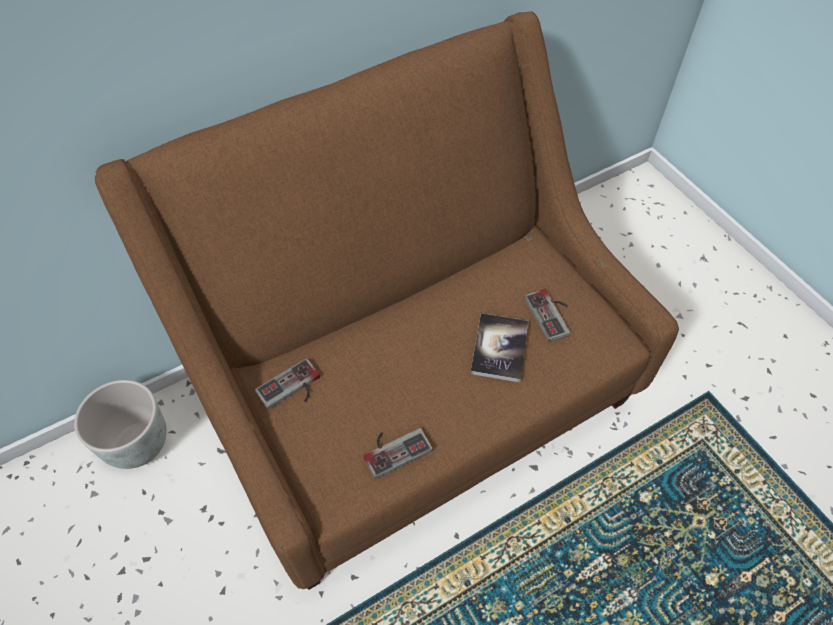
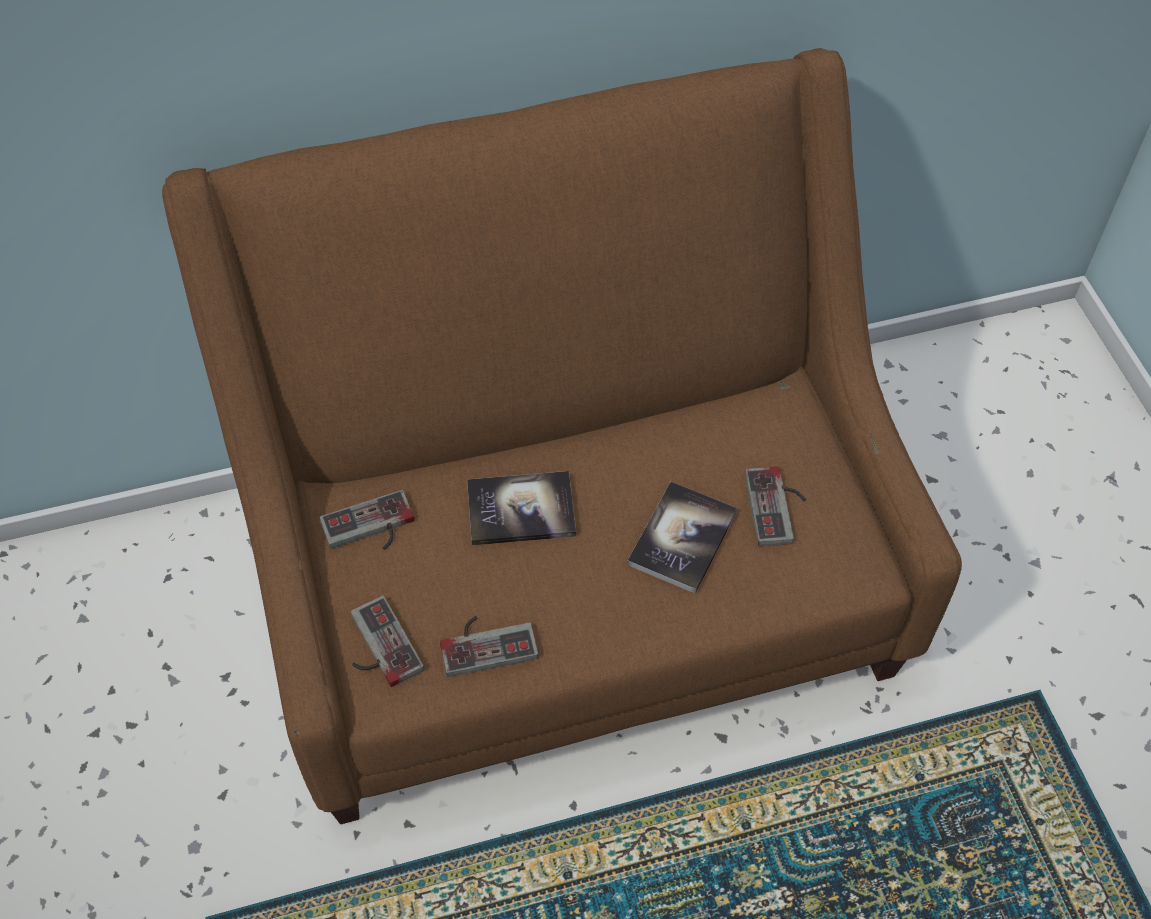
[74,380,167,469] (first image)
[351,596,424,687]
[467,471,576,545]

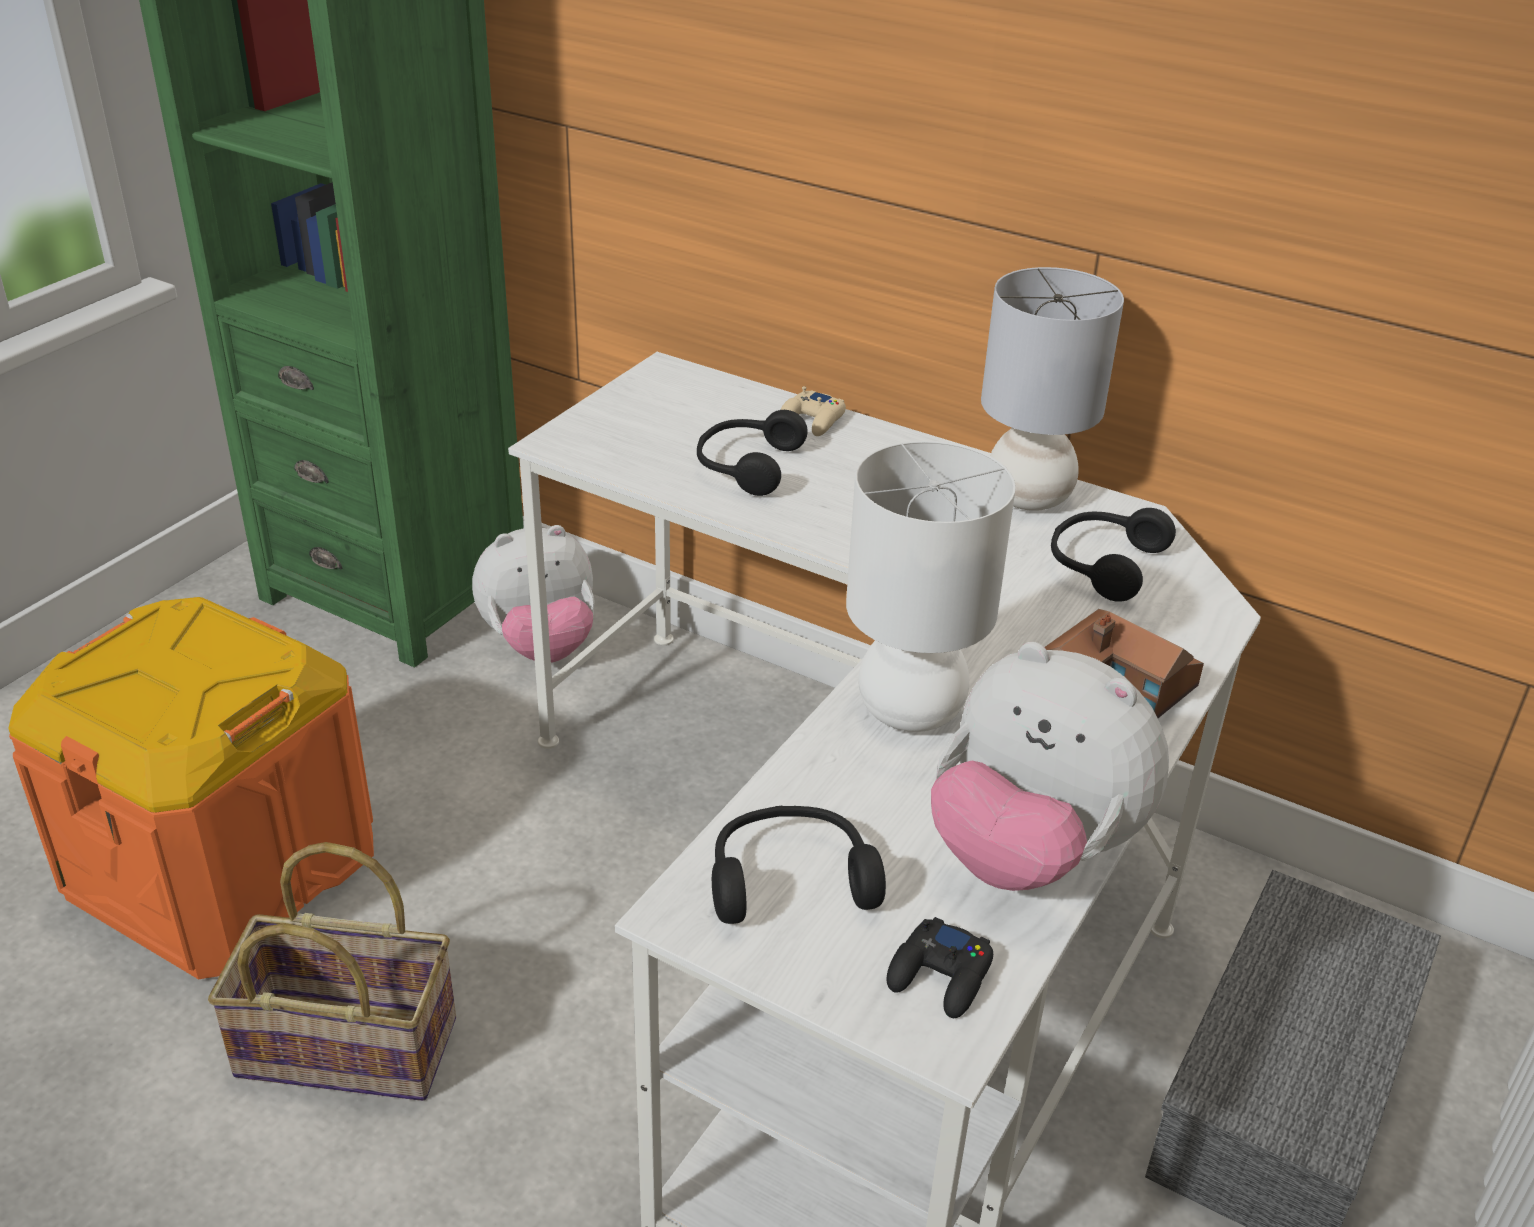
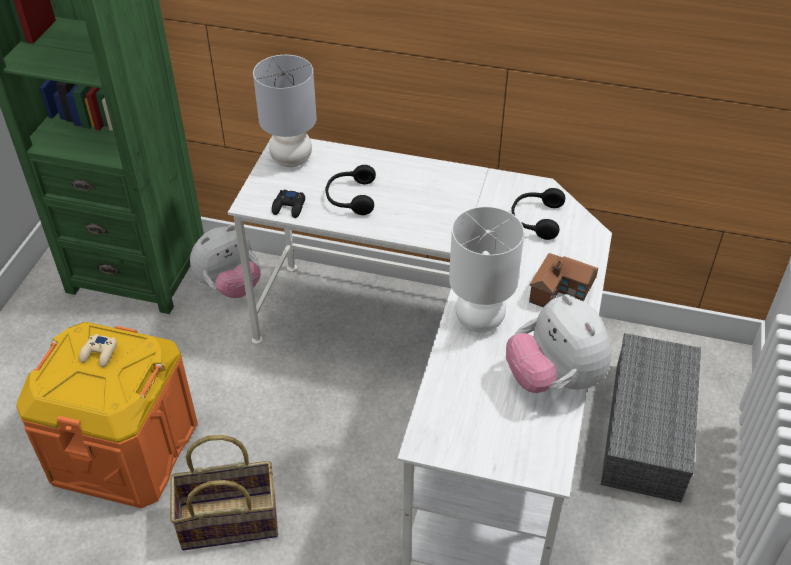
[712,806,886,924] (first image)
[79,334,117,367]
[272,190,305,218]
[506,294,612,393]
[253,55,317,167]

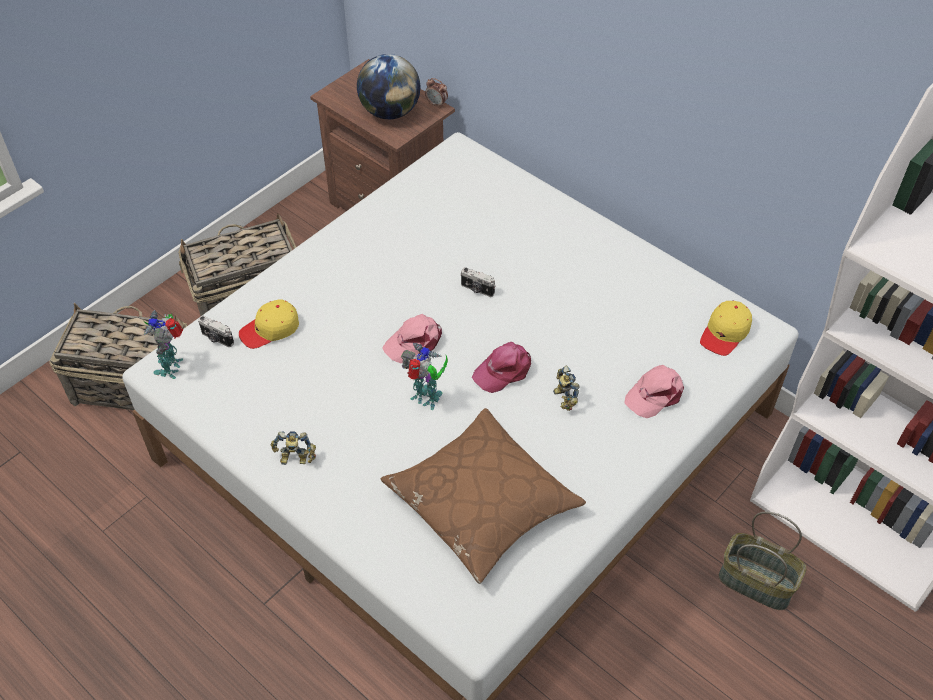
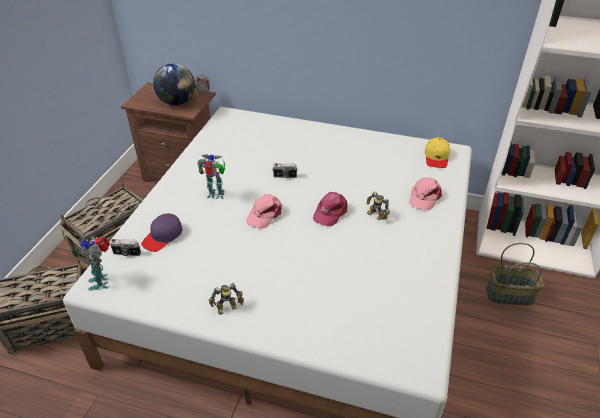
[141,213,182,252]
[381,408,586,584] (first image)
[197,154,225,199]

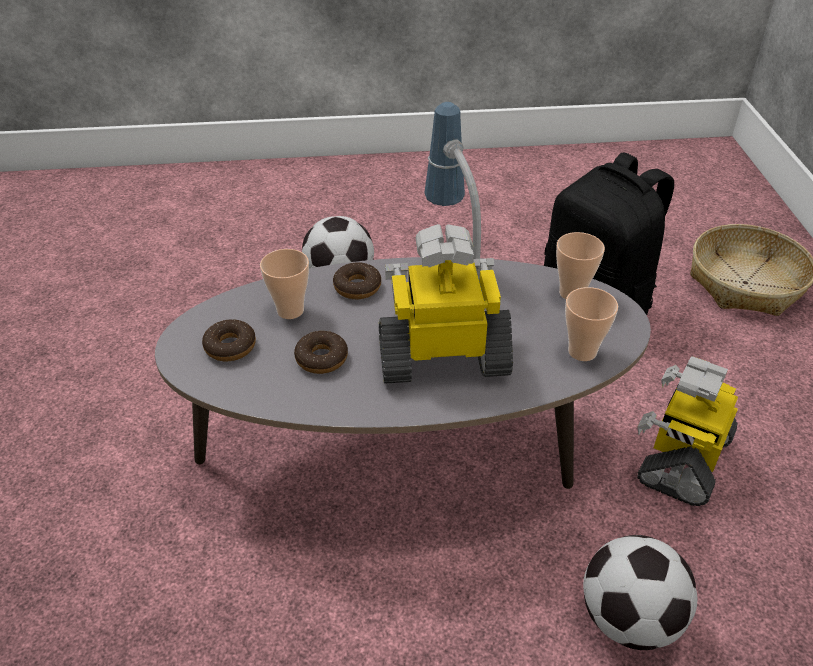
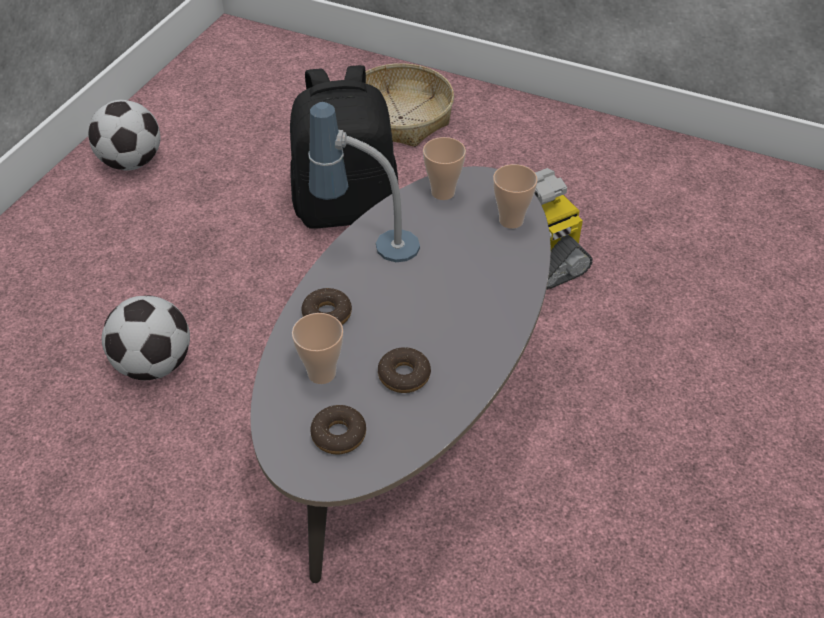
[379,224,513,384] (first image)
[88,100,161,171]

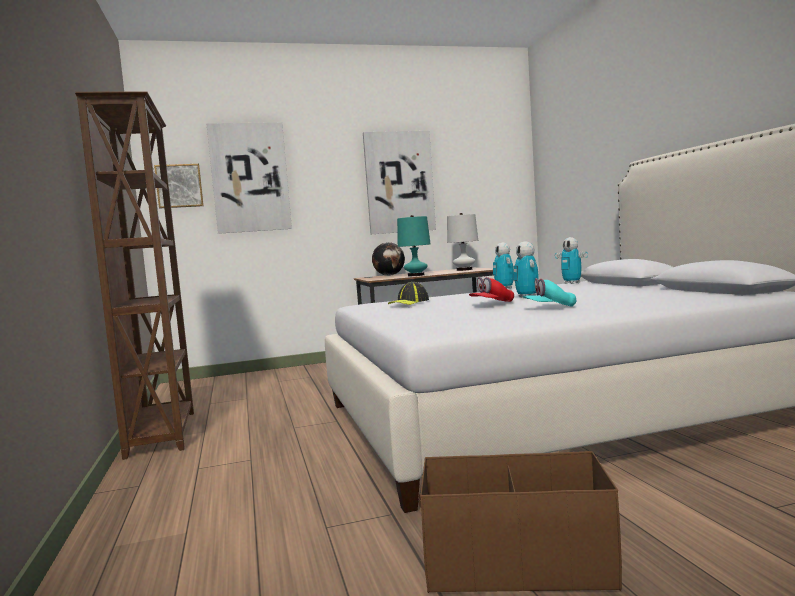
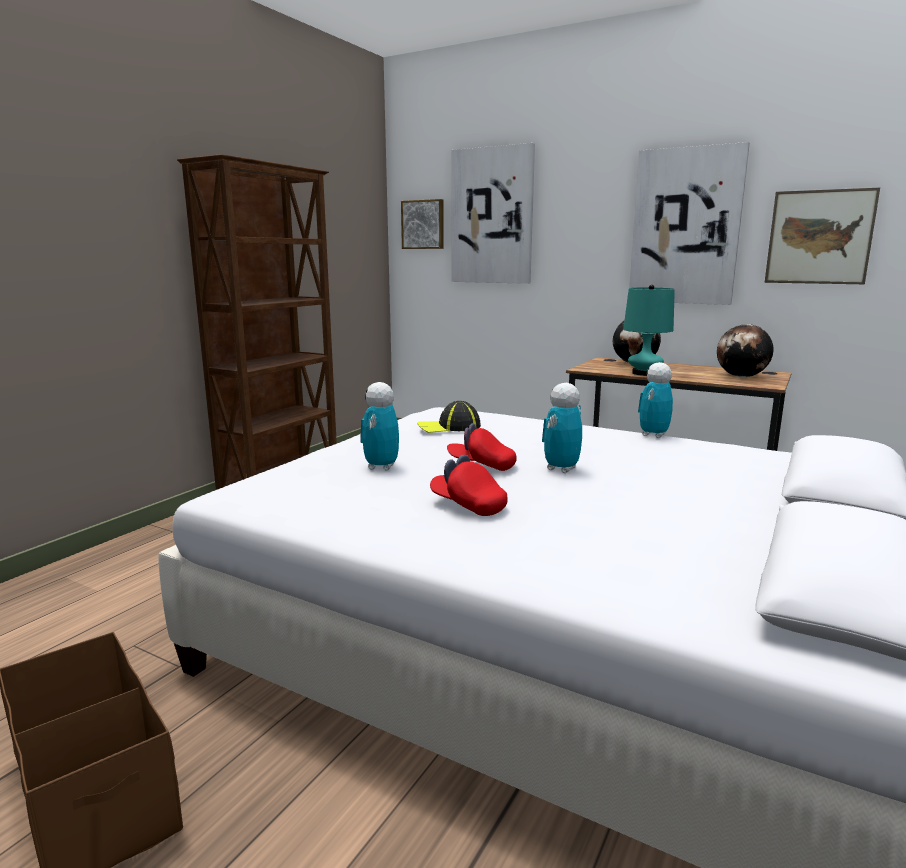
[717,324,773,377]
[430,455,508,516]
[360,382,399,471]
[764,188,880,284]

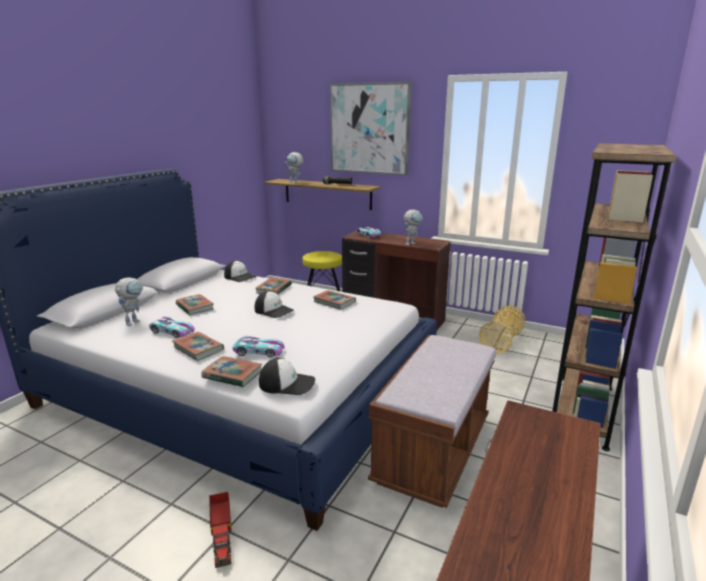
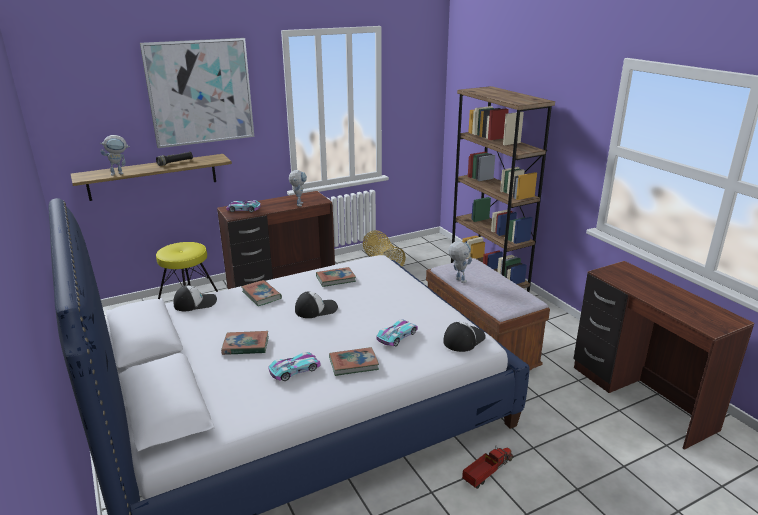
[448,241,472,283]
[201,356,262,387] (first image)
[462,447,513,489]

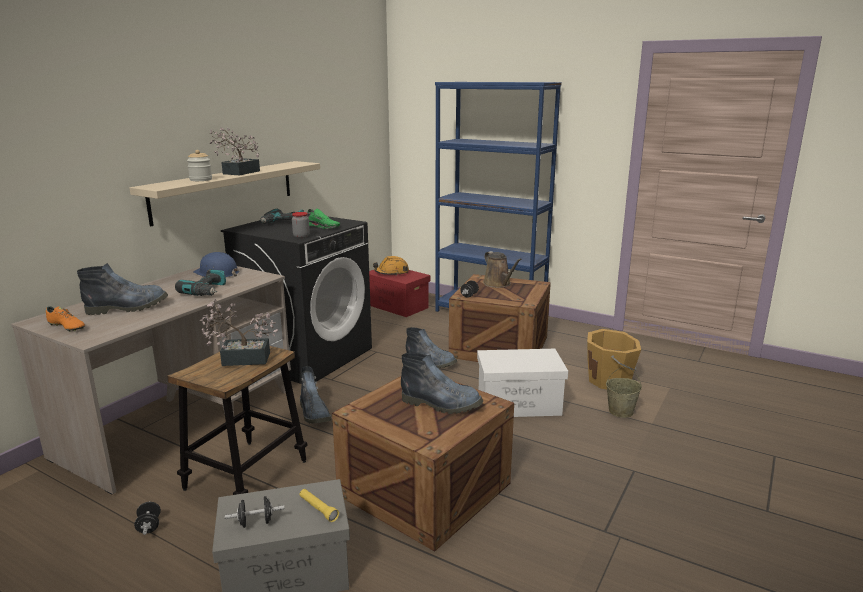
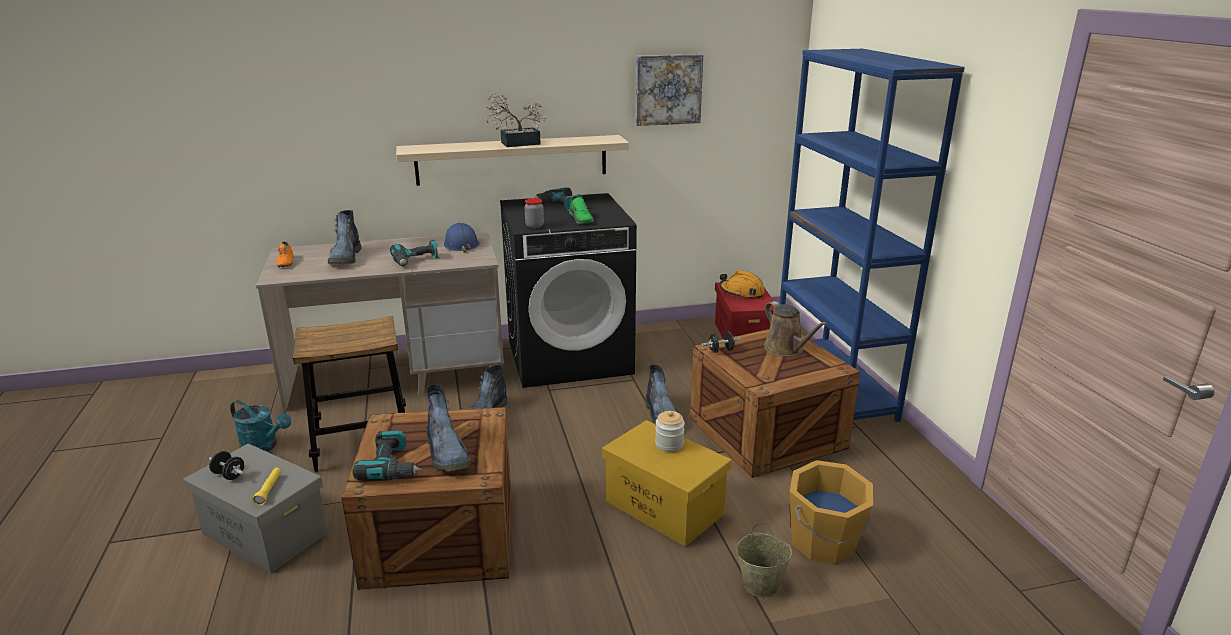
[328,210,361,264]
[230,400,291,452]
[655,411,685,452]
[200,299,278,366] (first image)
[602,420,732,547]
[764,301,827,357]
[352,431,422,480]
[636,54,703,126]

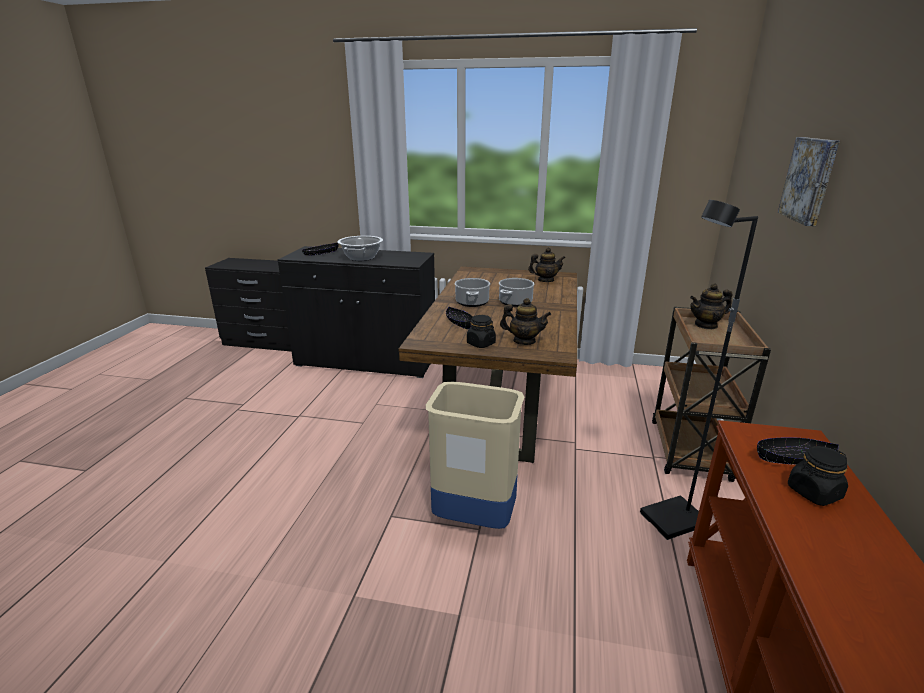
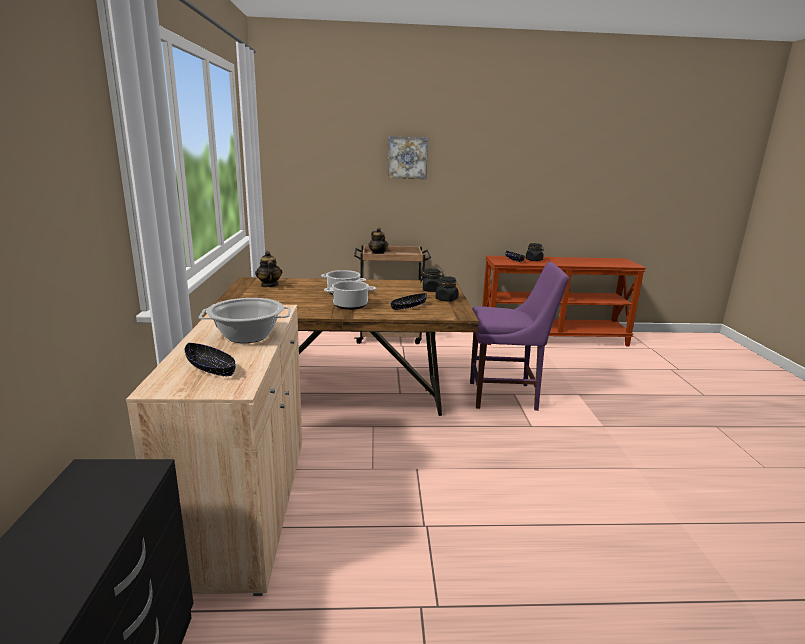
[126,305,302,596]
[470,262,569,411]
[420,268,444,292]
[640,200,758,540] (first image)

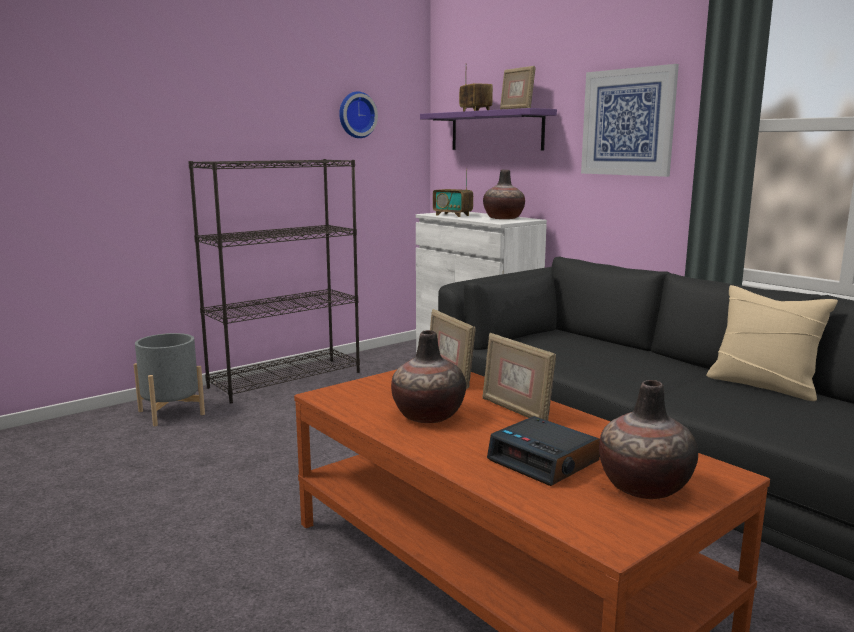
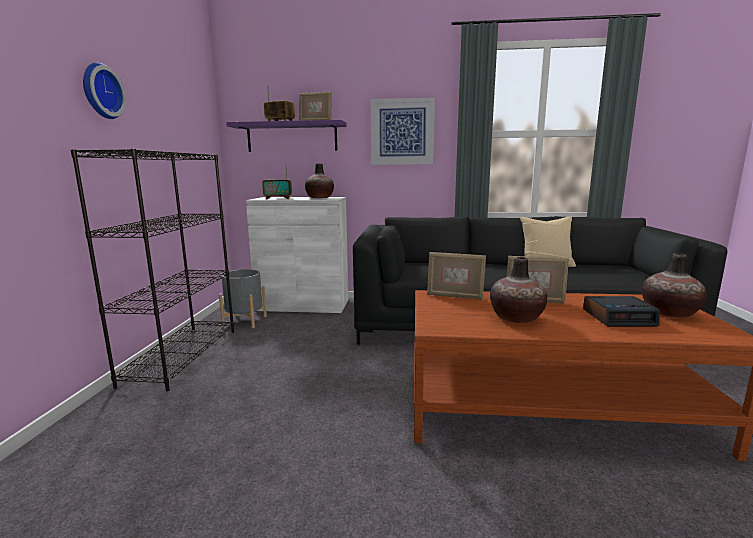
[219,269,267,328]
[83,62,126,119]

